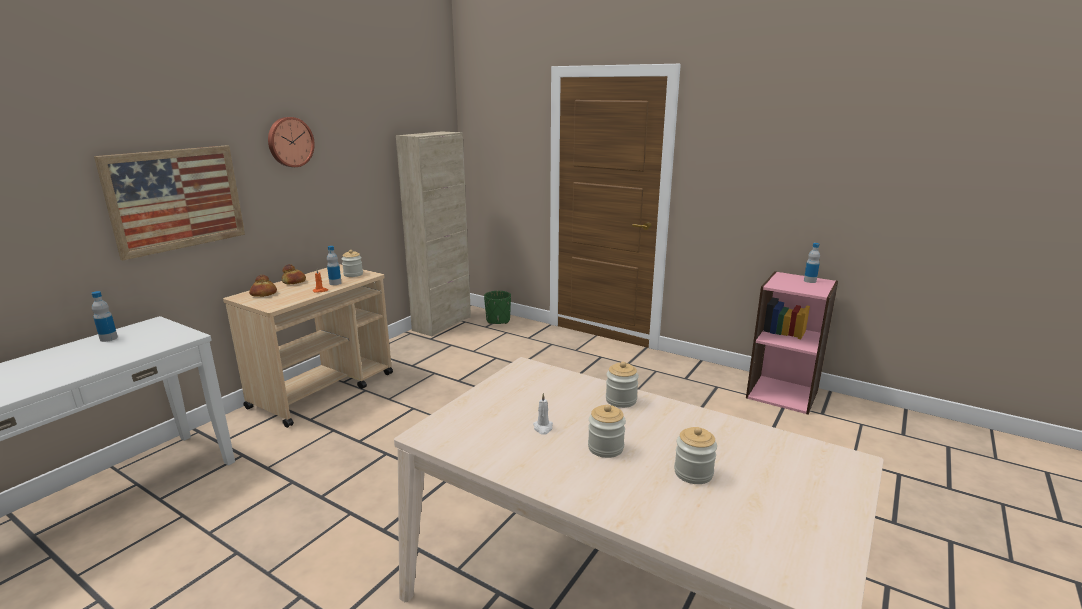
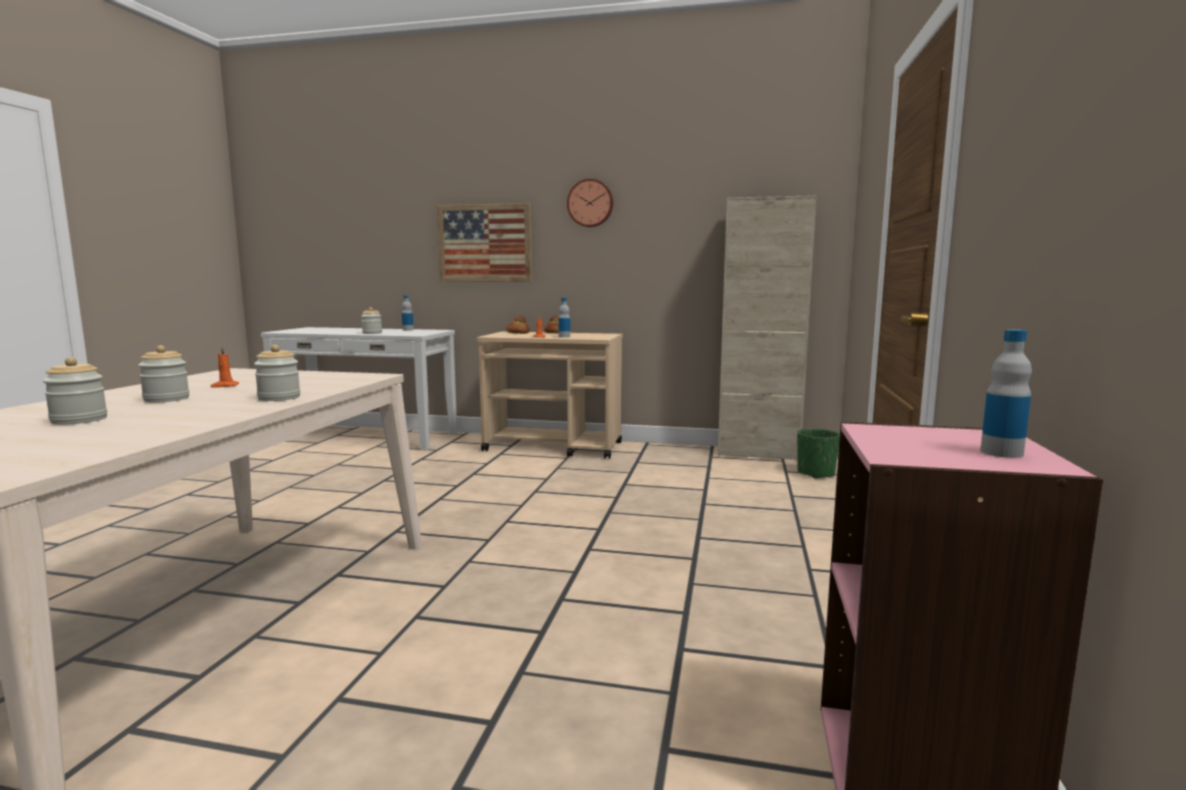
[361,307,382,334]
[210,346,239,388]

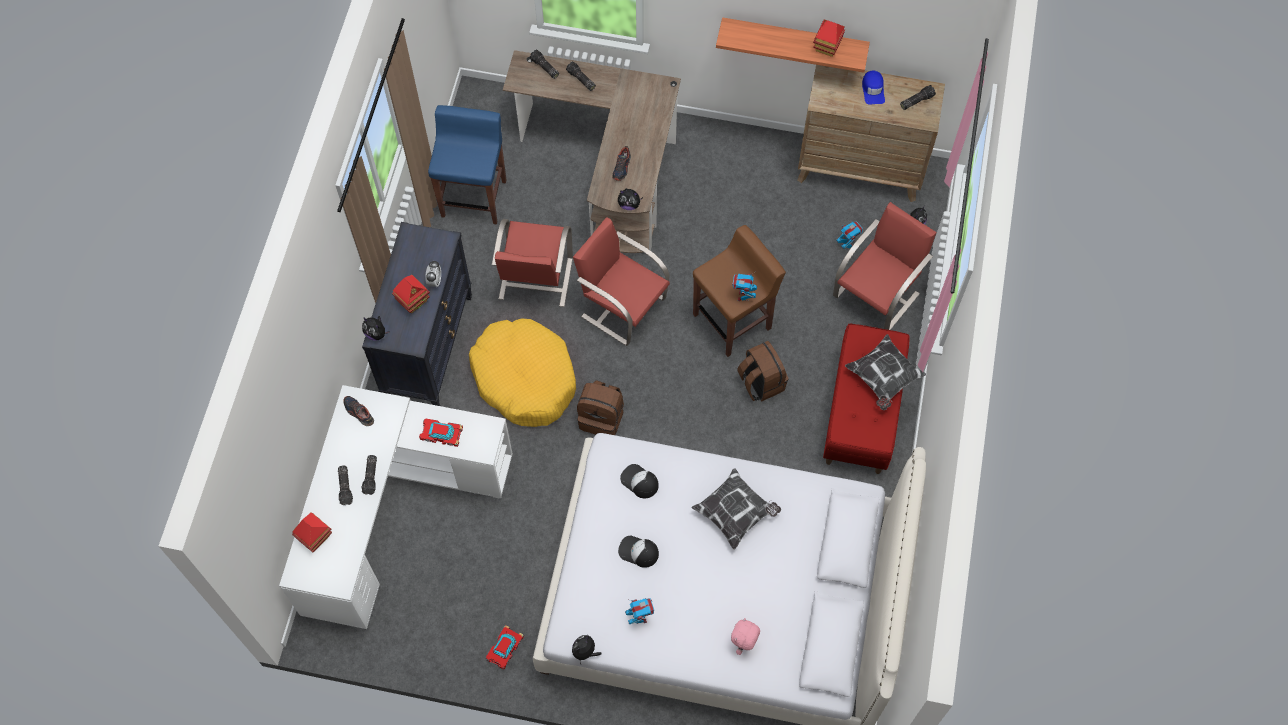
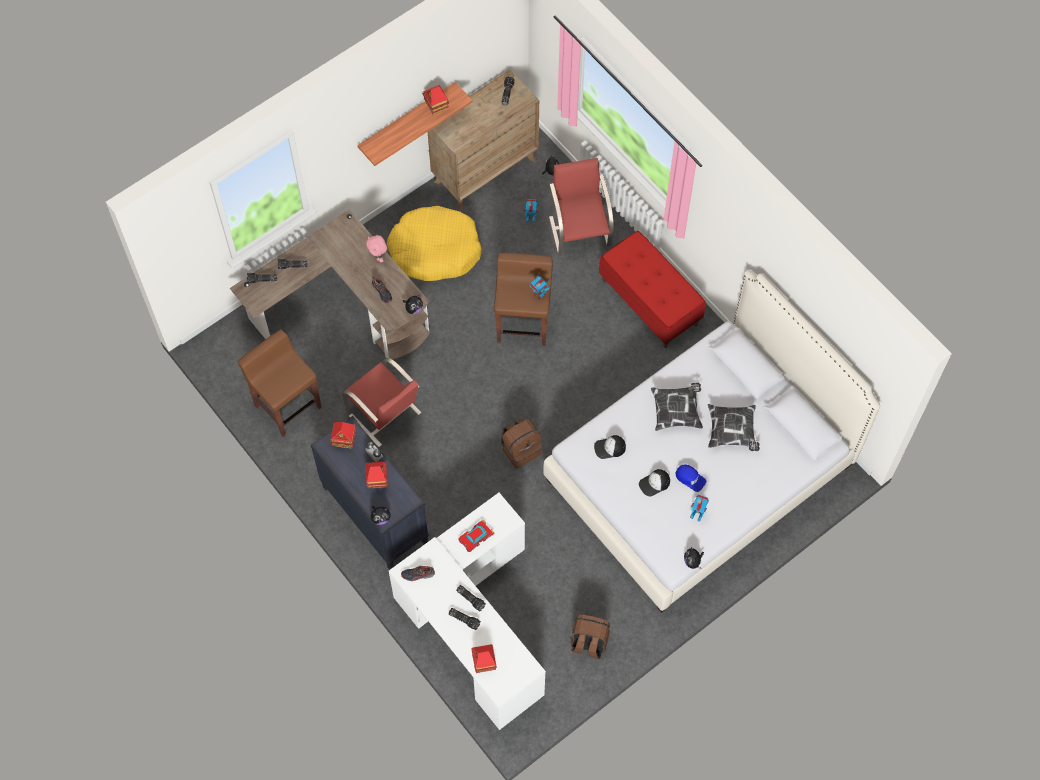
[238,329,322,437]
[387,206,482,281]
[486,625,524,669] (first image)
[573,217,670,346] (first image)
[366,235,387,262]
[571,614,610,659]
[708,404,760,451]
[675,465,706,492]
[330,422,356,449]

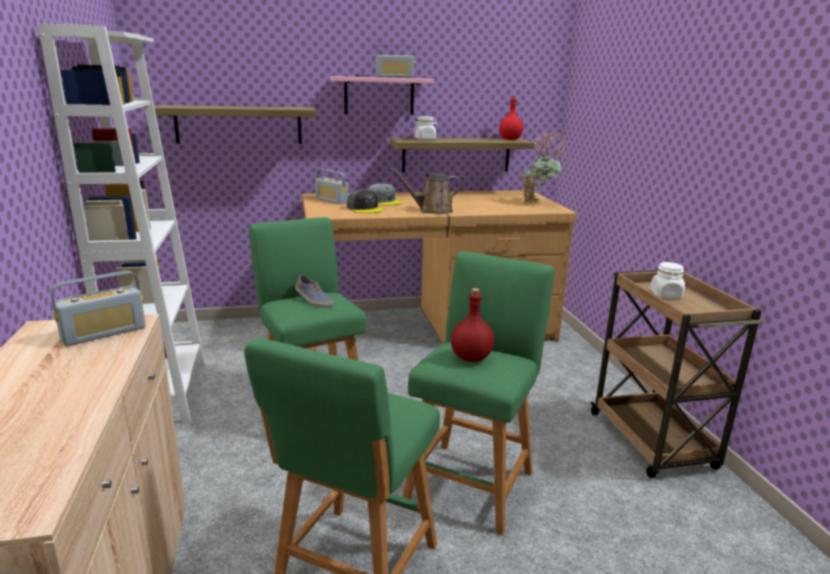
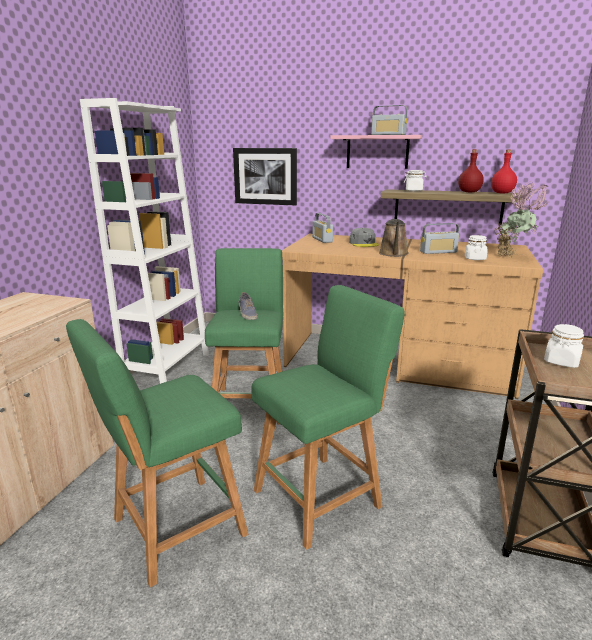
[420,223,459,254]
[233,148,297,205]
[347,189,384,213] (first image)
[379,219,409,257]
[458,149,484,192]
[465,235,488,260]

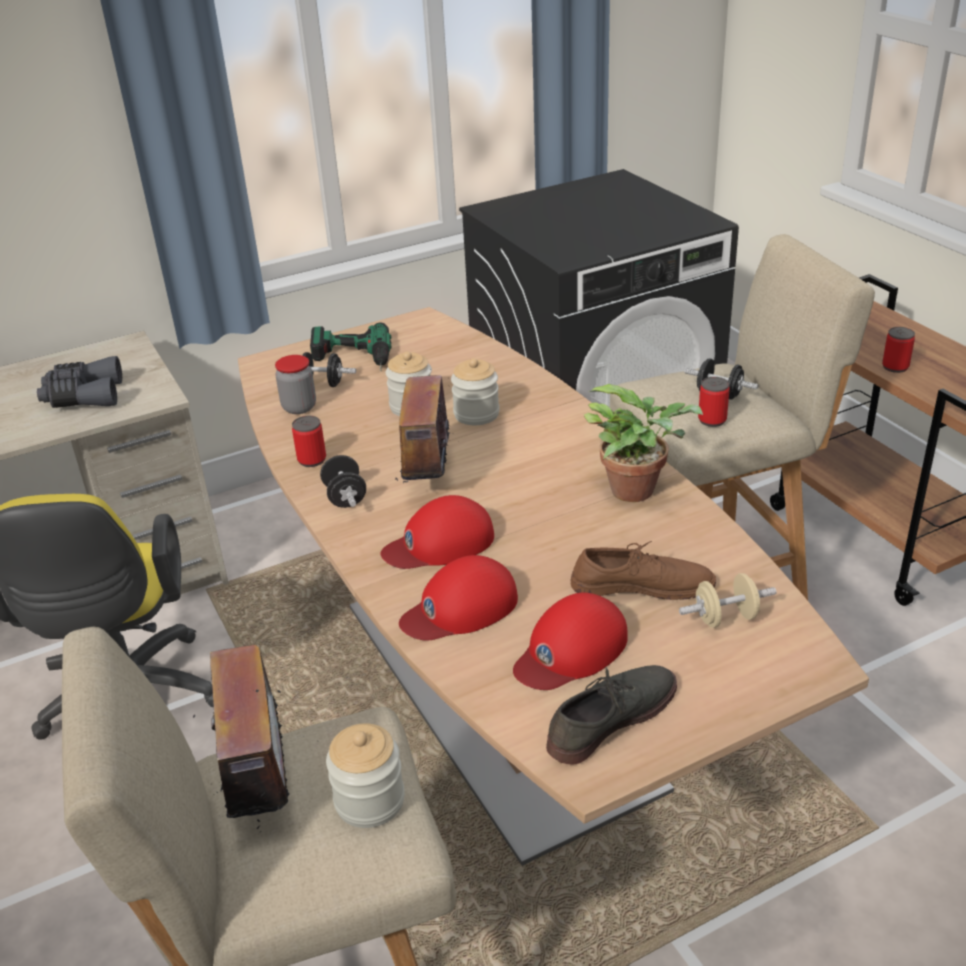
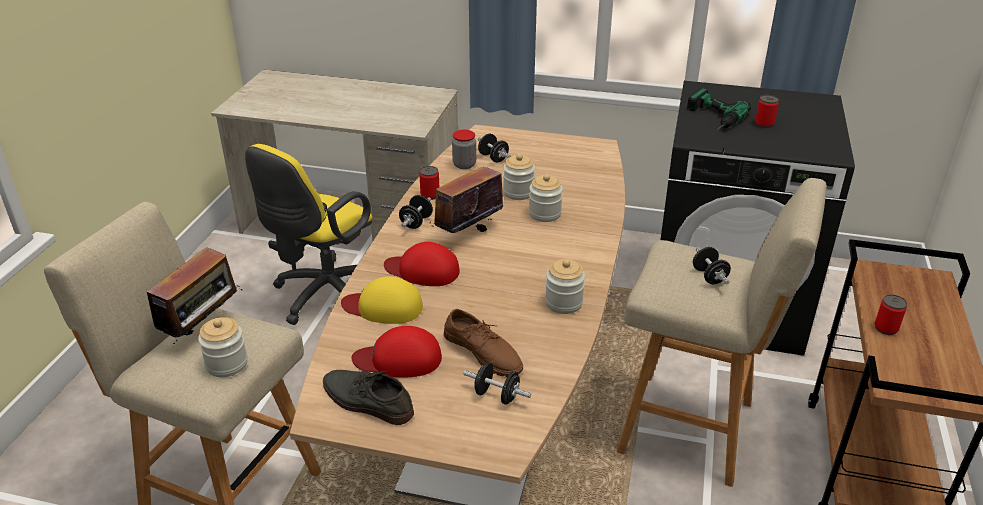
[37,356,122,408] (first image)
[687,88,751,130]
[341,276,423,324]
[323,370,414,425]
[545,259,585,314]
[463,363,531,405]
[755,95,779,128]

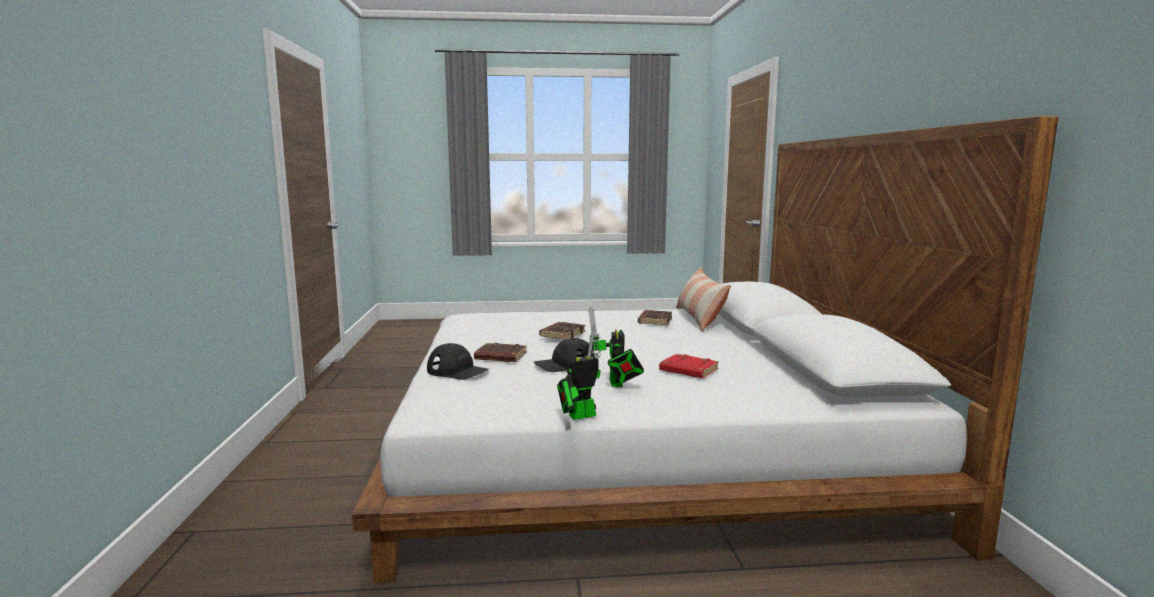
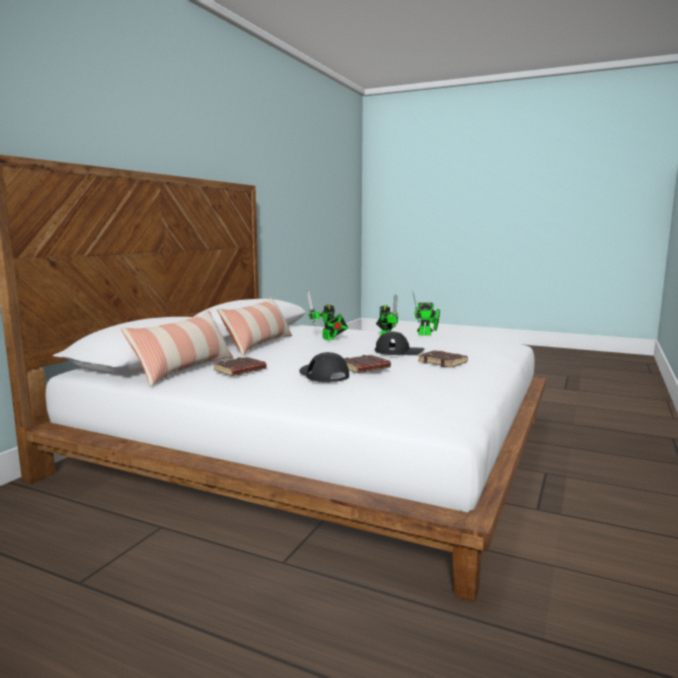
[299,352,349,382]
[307,291,348,340]
[217,297,292,356]

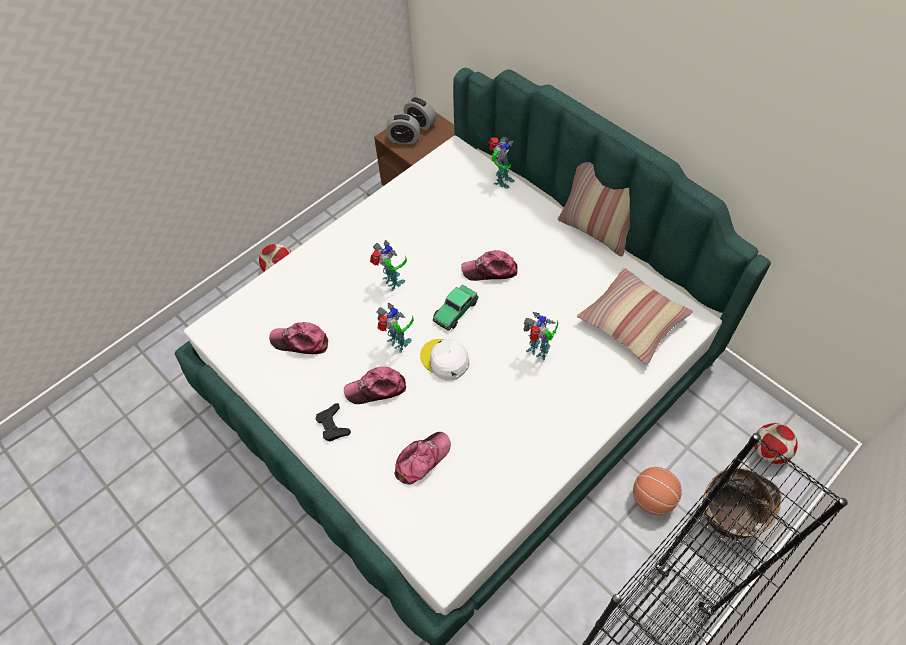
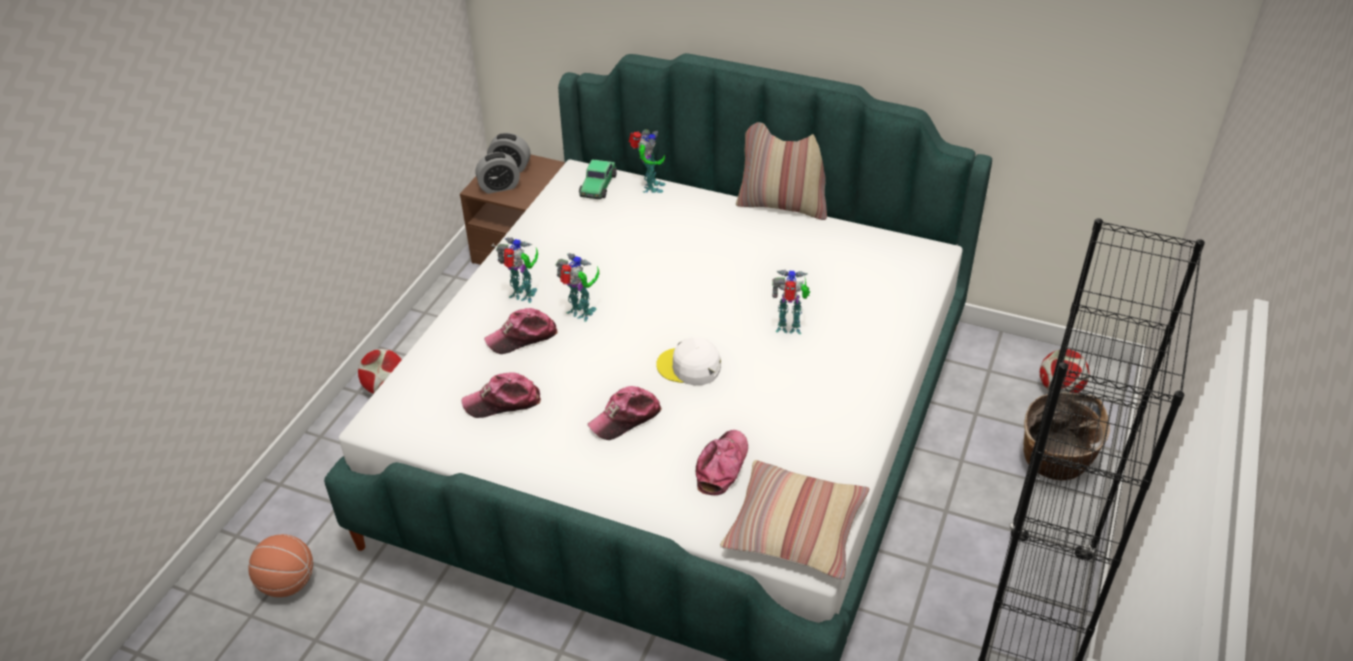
[316,403,351,441] (first image)
[496,237,538,303]
[579,159,617,199]
[484,308,557,354]
[720,460,869,580]
[248,534,313,597]

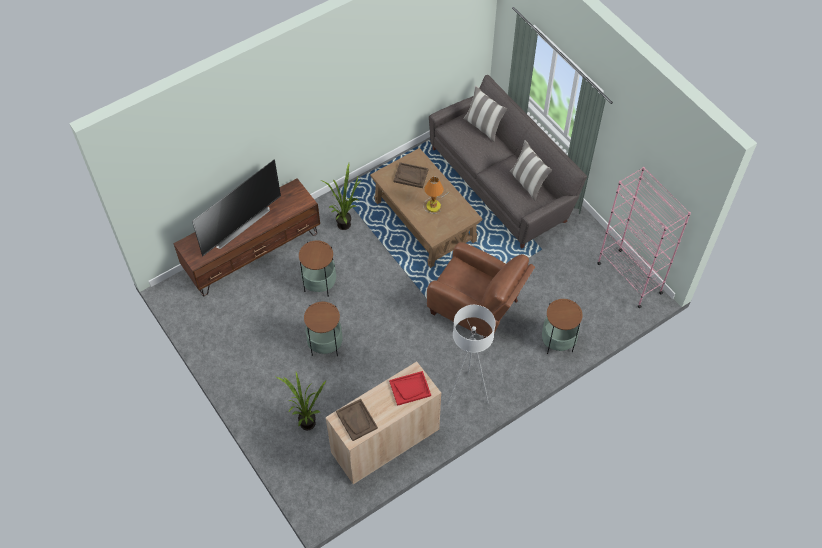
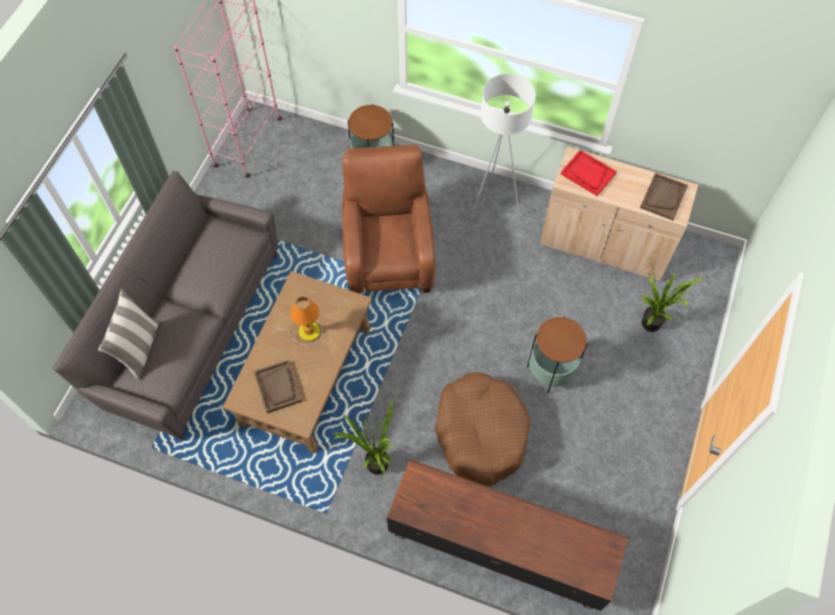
[192,159,281,256] (first image)
[435,372,531,486]
[510,140,552,201] (first image)

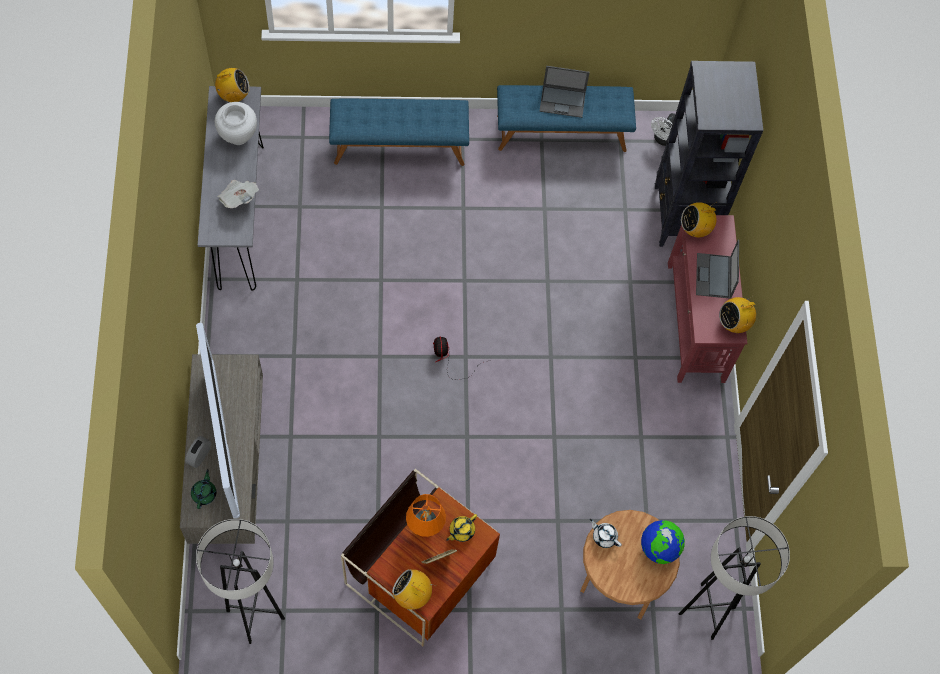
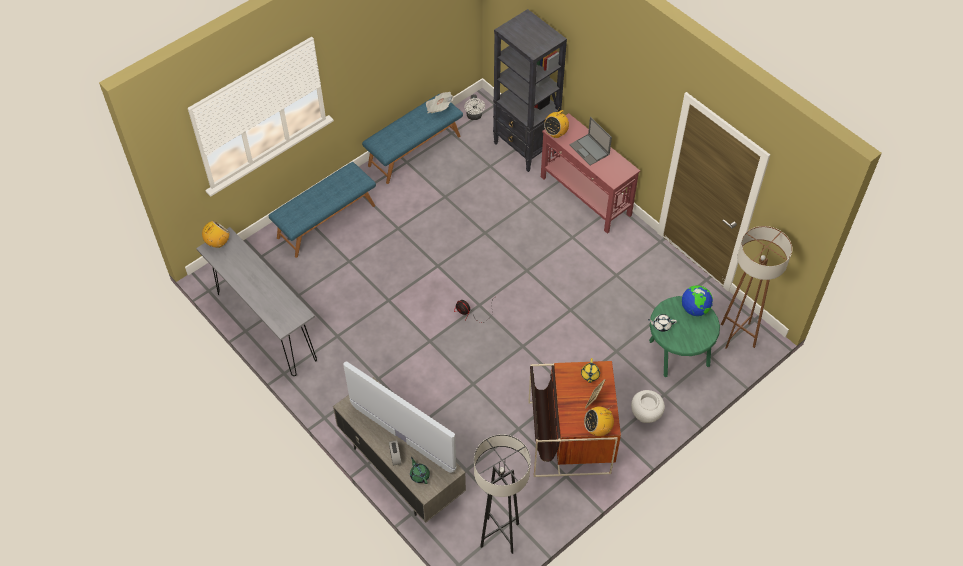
[631,390,665,423]
[426,92,453,113]
[406,494,446,537] (first image)
[539,66,590,118] (first image)
[649,296,720,377]
[721,226,792,349]
[719,297,756,333] (first image)

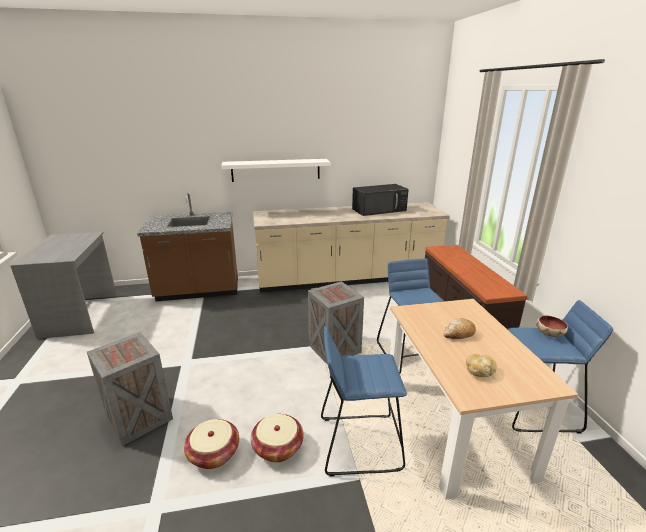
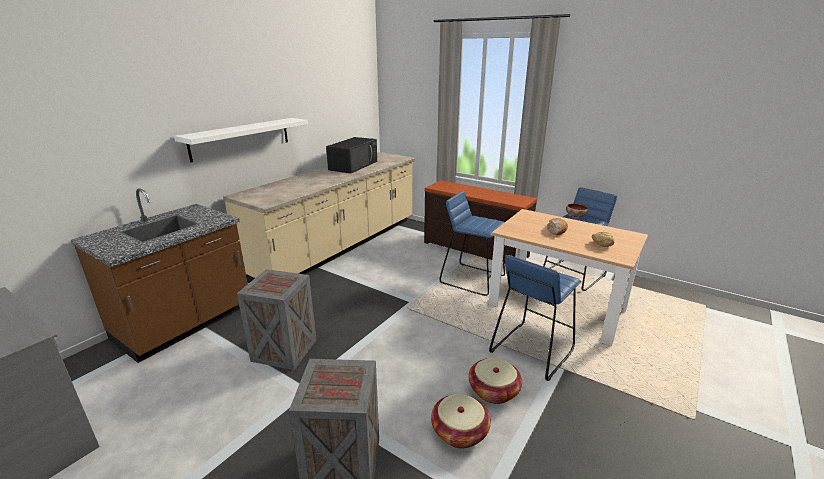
[237,269,317,370]

